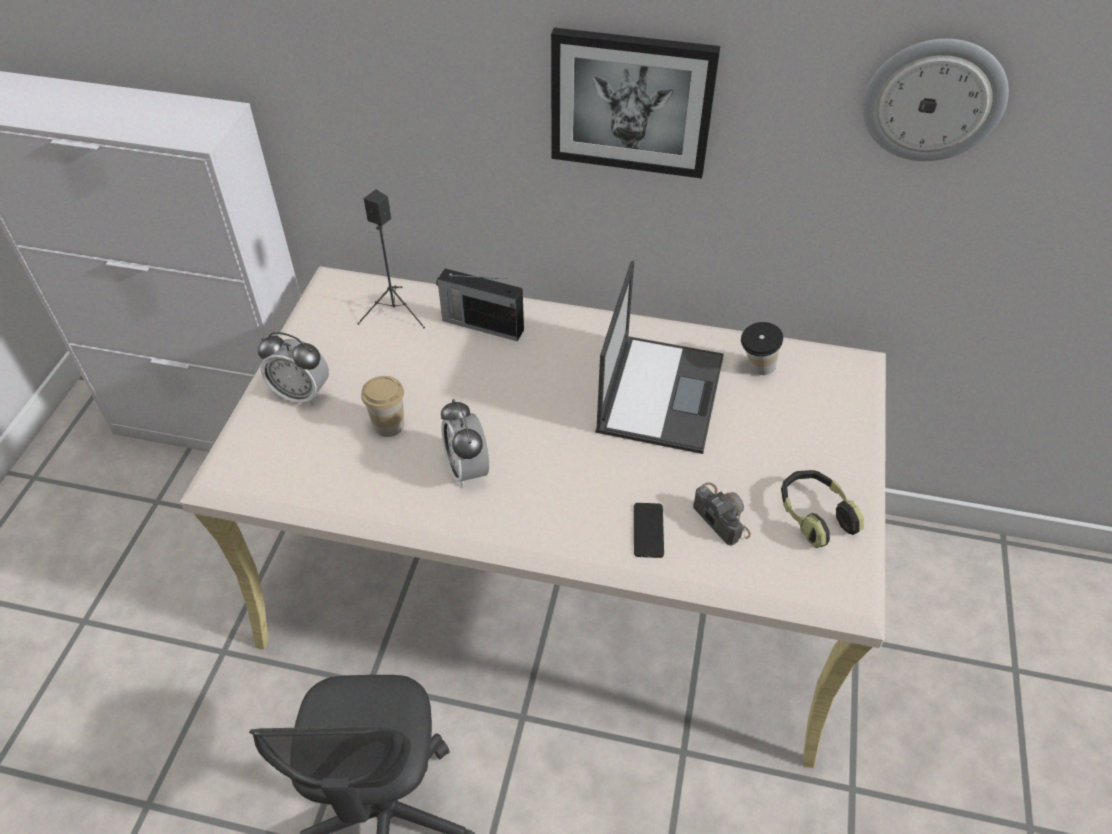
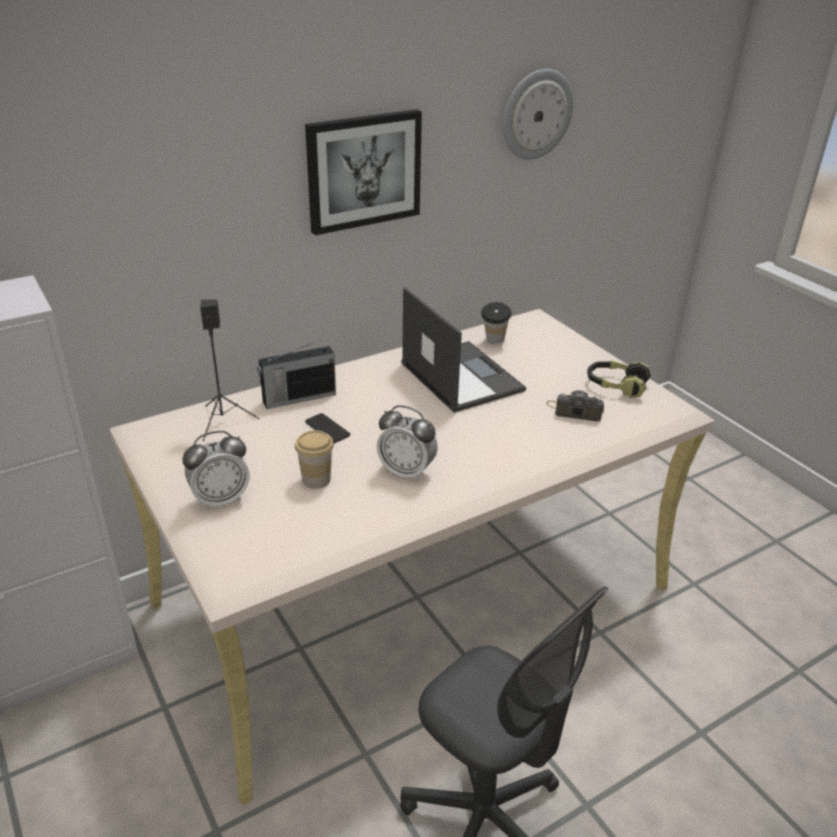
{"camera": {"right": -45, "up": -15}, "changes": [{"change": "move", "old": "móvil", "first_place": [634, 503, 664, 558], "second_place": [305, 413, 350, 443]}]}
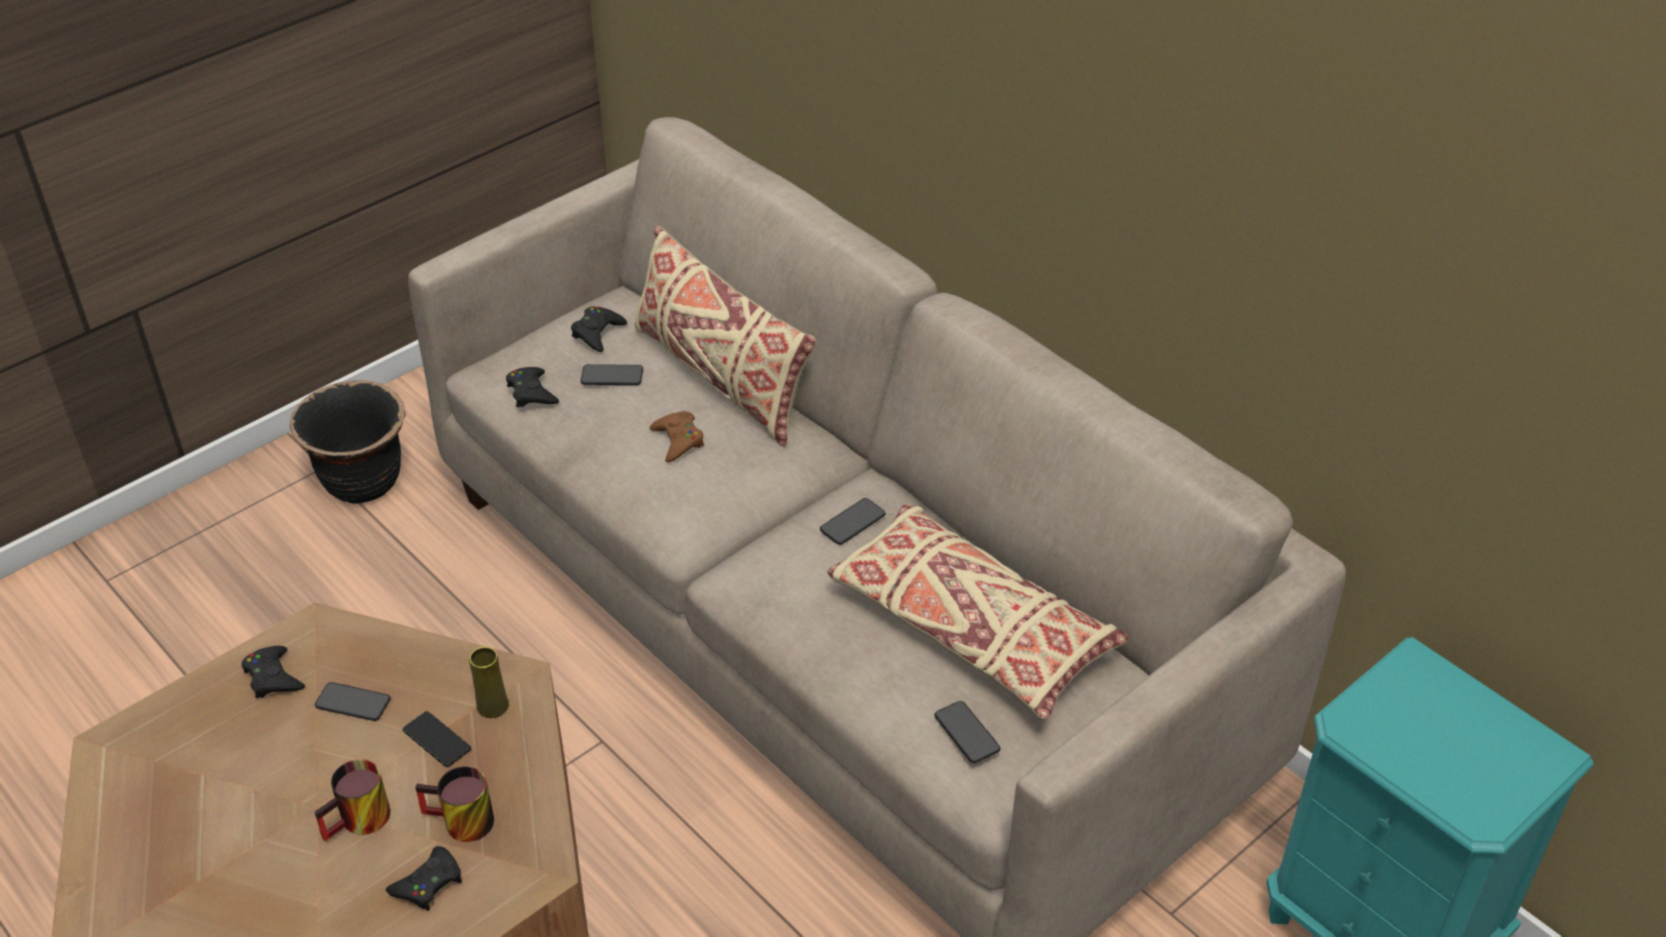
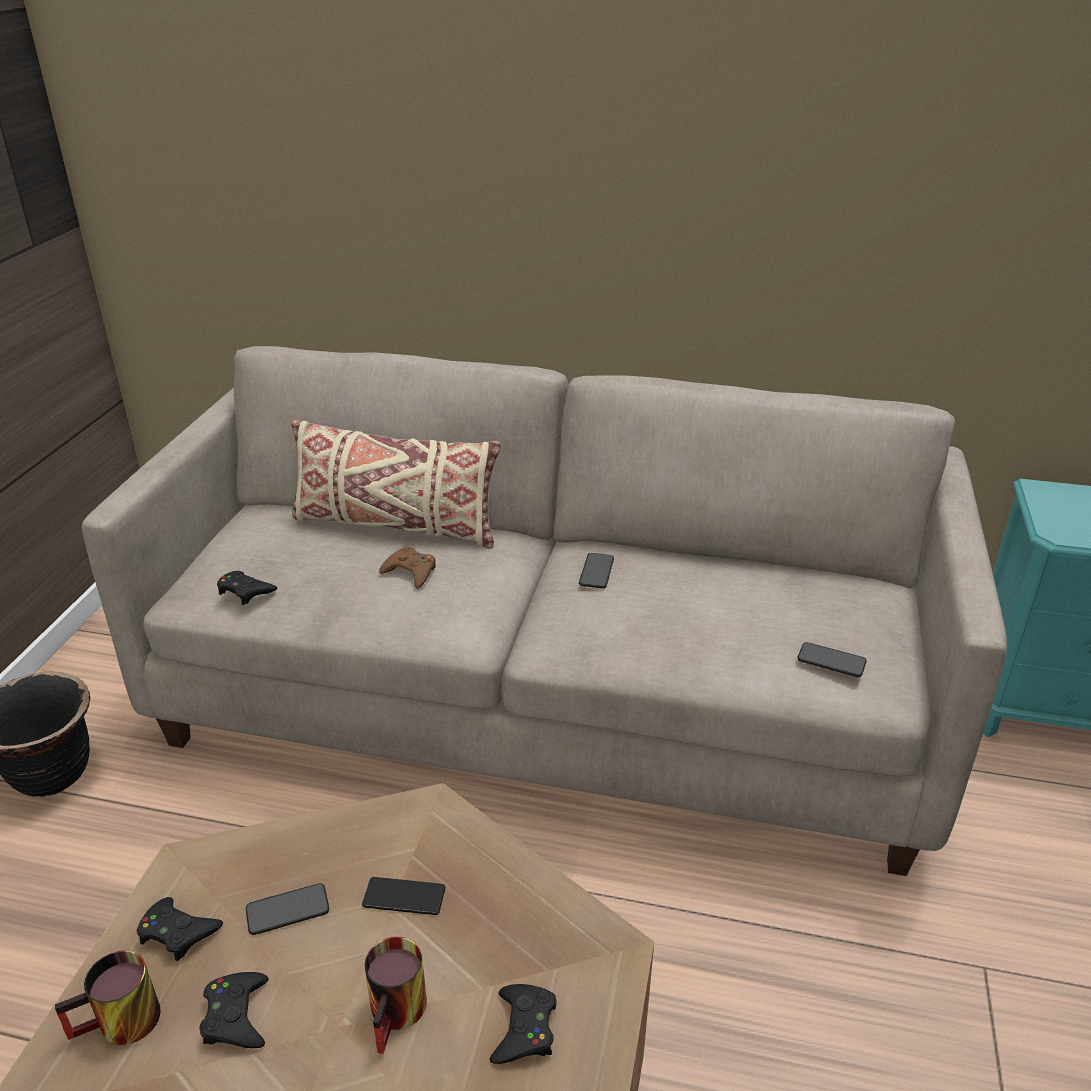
{"camera": {"right": -35, "up": -10}, "changes": [{"change": "delete", "old": "florero (amarillo)", "first_place": [469, 647, 509, 718]}, {"change": "delete", "old": "móvil", "first_place": [581, 364, 643, 385]}, {"change": "delete", "old": "cojín (beis)", "first_place": [828, 504, 1129, 719]}, {"change": "move", "old": "taza grande", "first_place": [415, 766, 494, 842], "second_place": [55, 950, 161, 1045]}, {"change": "move", "old": "mando de consola (negro)", "first_place": [571, 306, 627, 352], "second_place": [199, 972, 269, 1048]}]}
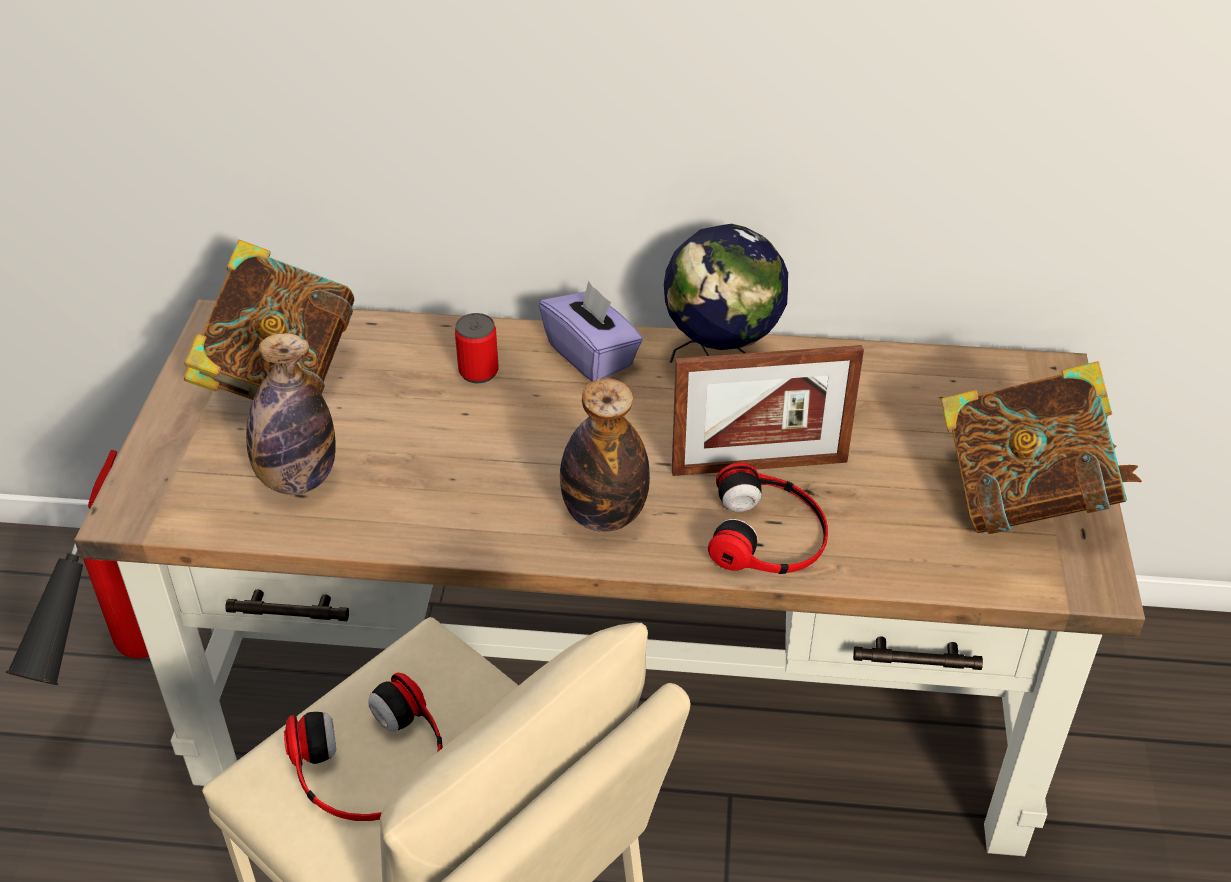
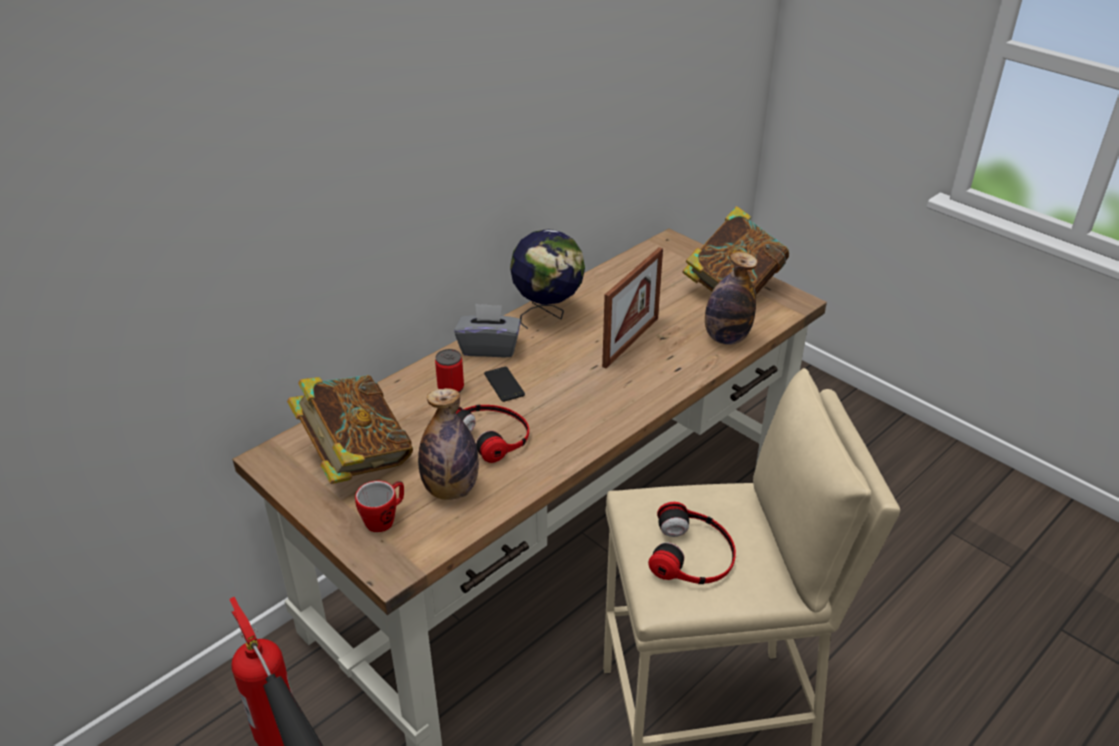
{"camera": {"right": -50, "up": -5}, "changes": [{"change": "insert", "new": "taza grande", "second_place": [355, 481, 404, 532]}, {"change": "insert", "new": "móvil", "second_place": [484, 367, 525, 402]}, {"change": "move", "old": "botella", "first_place": [560, 378, 650, 532], "second_place": [705, 252, 758, 345]}, {"change": "move", "old": "auriculares", "first_place": [708, 463, 828, 574], "second_place": [456, 405, 529, 463]}, {"change": "recolor", "old": "caja de pañuelos (morado)", "new": "caja de pañuelos (gris)", "first_place": [539, 281, 643, 381], "second_place": [454, 304, 521, 357]}]}
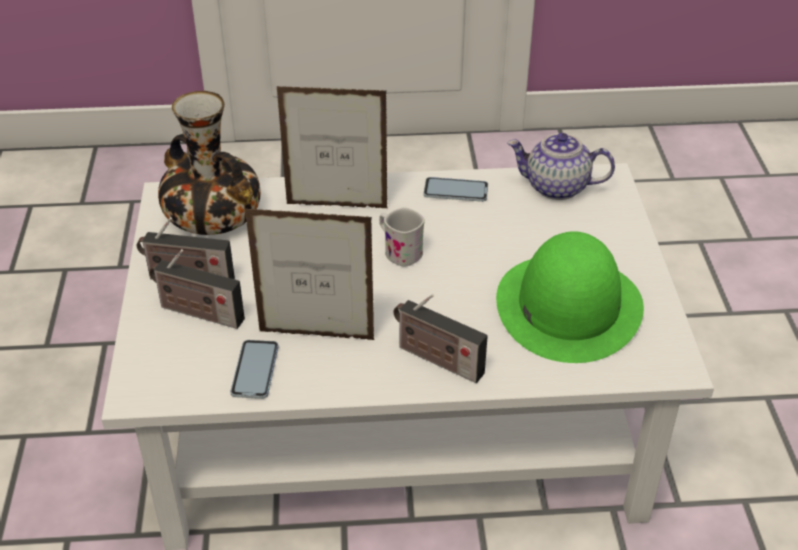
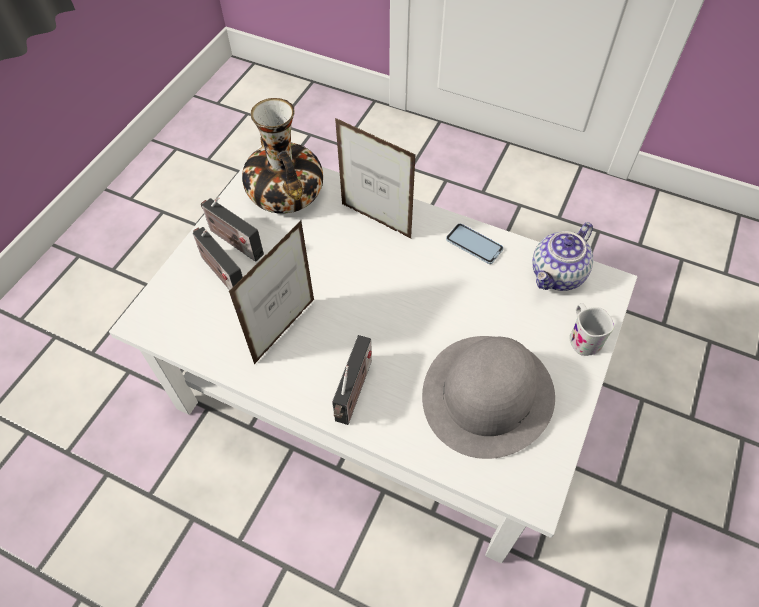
{"camera": {"right": 30, "up": 15}, "changes": [{"change": "delete", "old": "móvil", "first_place": [230, 340, 279, 399]}, {"change": "move", "old": "taza grande (blanco)", "first_place": [379, 207, 425, 267], "second_place": [569, 303, 614, 356]}, {"change": "recolor", "old": "sombrero (verde)", "new": "sombrero (gris)", "first_place": [496, 231, 644, 363], "second_place": [422, 336, 555, 459]}, {"change": "rotate", "old": "portarretratos", "first_place": [245, 208, 375, 340], "second_place": [229, 219, 314, 364], "degrees": -90}, {"change": "rotate", "old": "radio", "first_place": [393, 294, 488, 383], "second_place": [332, 335, 372, 425], "degrees": -135}, {"change": "rotate", "old": "tetera", "first_place": [507, 133, 615, 200], "second_place": [532, 222, 593, 291], "degrees": -90}]}
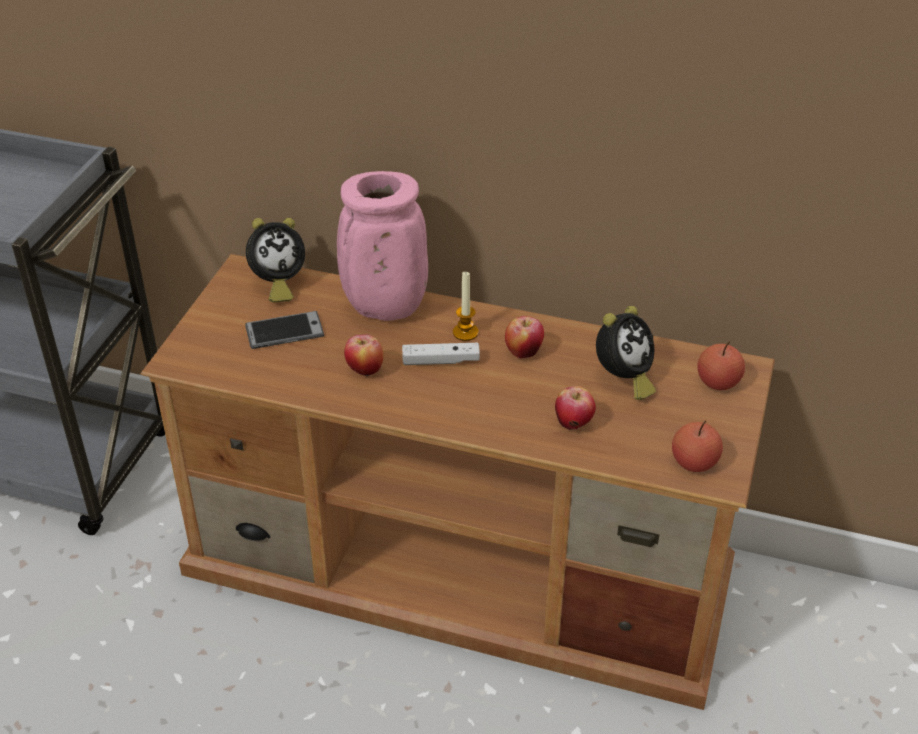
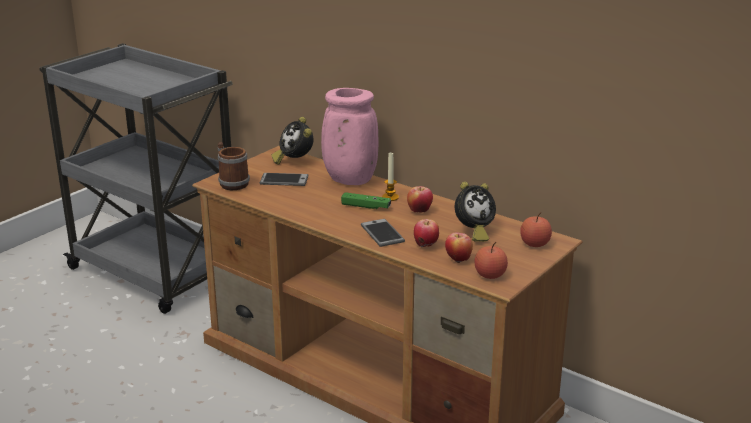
{"camera": {"right": 20, "up": -15}, "changes": [{"change": "insert", "new": "taza grande", "second_place": [217, 142, 250, 190]}, {"change": "insert", "new": "móvil", "second_place": [361, 219, 405, 247]}, {"change": "move", "old": "manzana", "first_place": [344, 335, 383, 376], "second_place": [445, 232, 473, 263]}, {"change": "recolor", "old": "mando de consola (blanco)", "new": "mando de consola (verde)", "first_place": [402, 343, 480, 365], "second_place": [341, 192, 391, 209]}, {"change": "rotate", "old": "despertador", "first_place": [246, 218, 305, 302], "second_place": [272, 117, 314, 165], "degrees": 75}]}
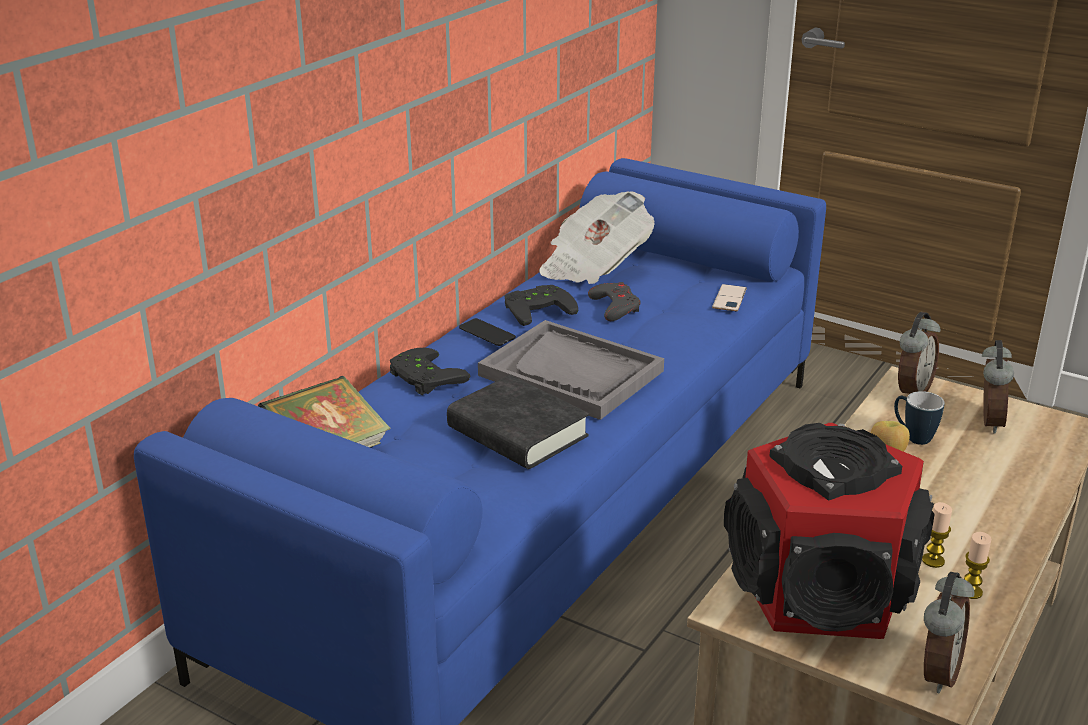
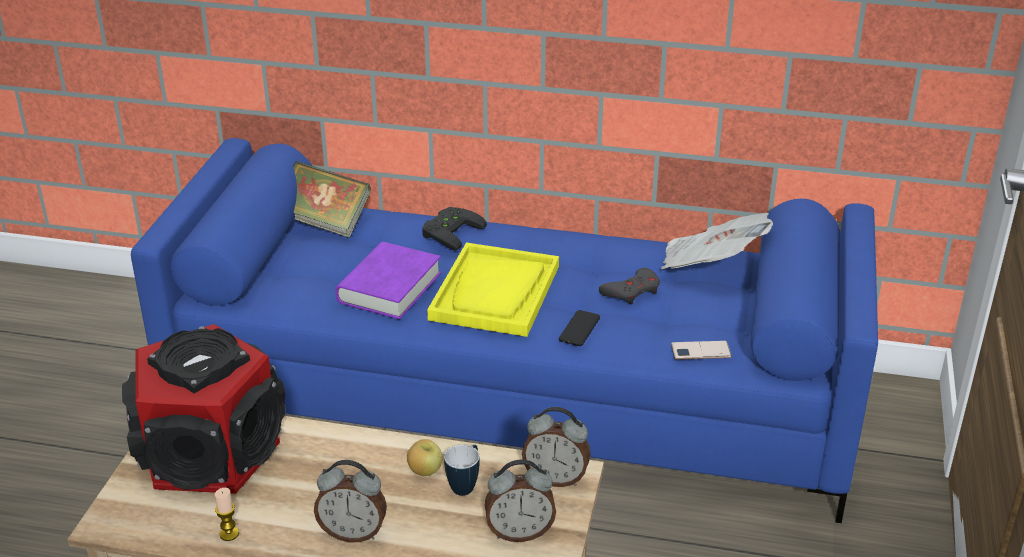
{"camera": {"right": 70, "up": 5}, "changes": [{"change": "delete", "old": "mando de consola (negro)", "first_place": [504, 285, 578, 326]}, {"change": "delete", "old": "vela", "first_place": [922, 502, 952, 568]}, {"change": "move", "old": "móvil", "first_place": [459, 318, 516, 346], "second_place": [559, 310, 600, 346]}, {"change": "move", "old": "despertador", "first_place": [924, 572, 974, 694], "second_place": [314, 460, 387, 542]}, {"change": "recolor", "old": "libro (negro)", "new": "libro (morado)", "first_place": [447, 375, 589, 469], "second_place": [335, 242, 441, 320]}, {"change": "recolor", "old": "bandeja (gris)", "new": "bandeja (amarillo)", "first_place": [478, 320, 664, 420], "second_place": [427, 243, 559, 337]}]}
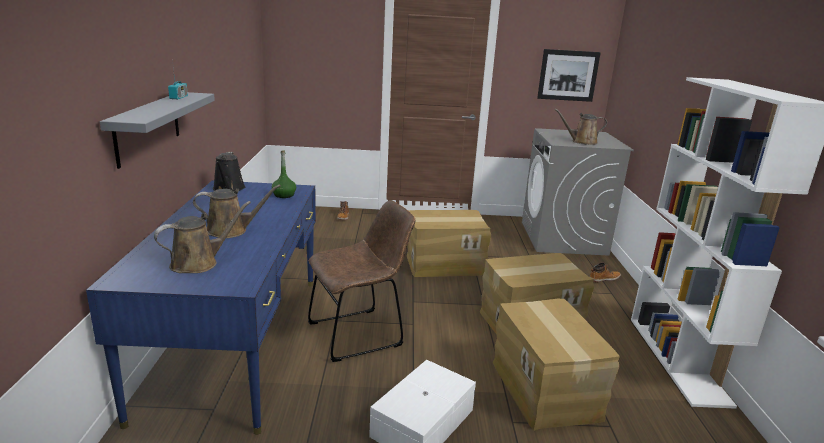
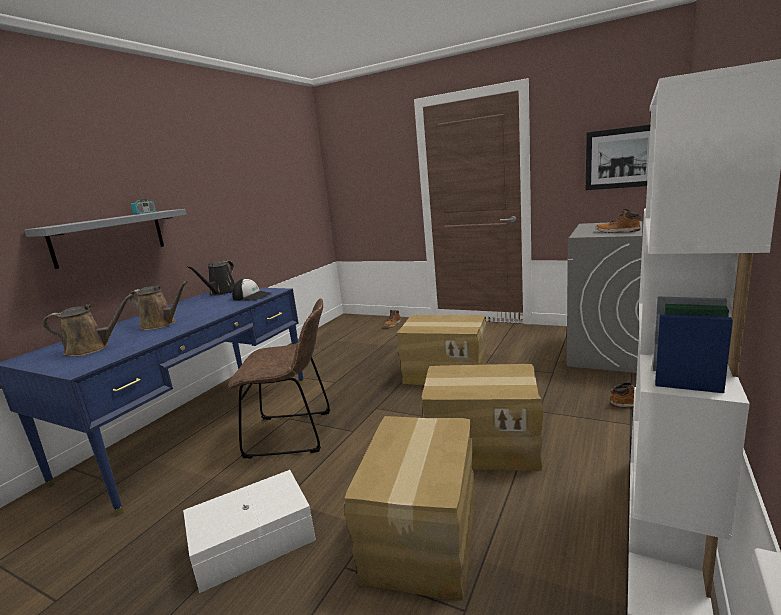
{"camera": {"right": 30, "up": -5}, "changes": [{"change": "replace", "old": "botella (verde)", "new": "gorra", "first_place": [272, 151, 296, 198], "second_place": [232, 279, 271, 301]}, {"change": "replace", "old": "regadera (marrón)", "new": "bota", "first_place": [554, 109, 607, 145], "second_place": [595, 209, 641, 233]}]}
